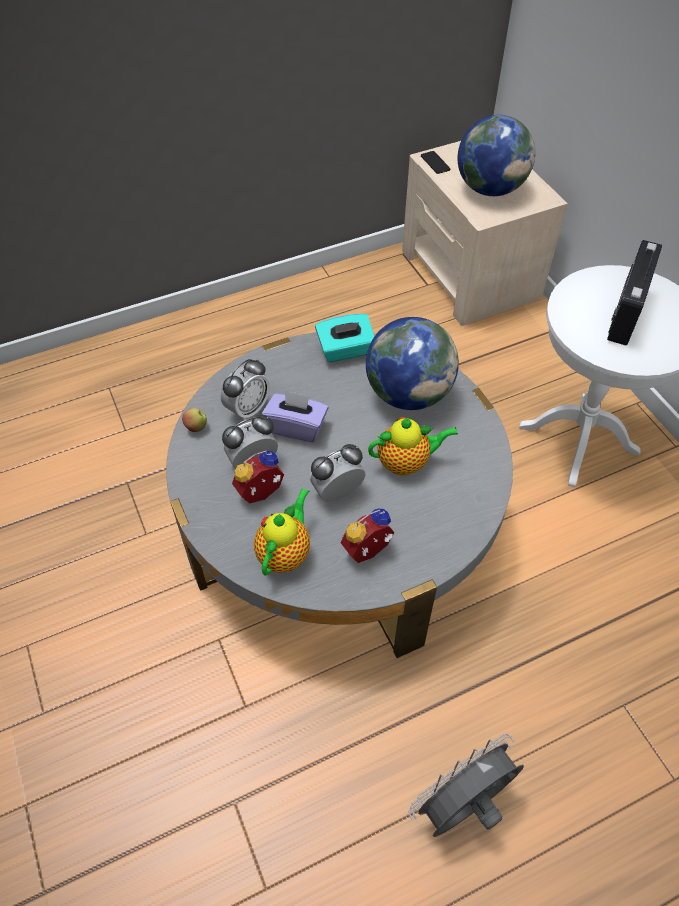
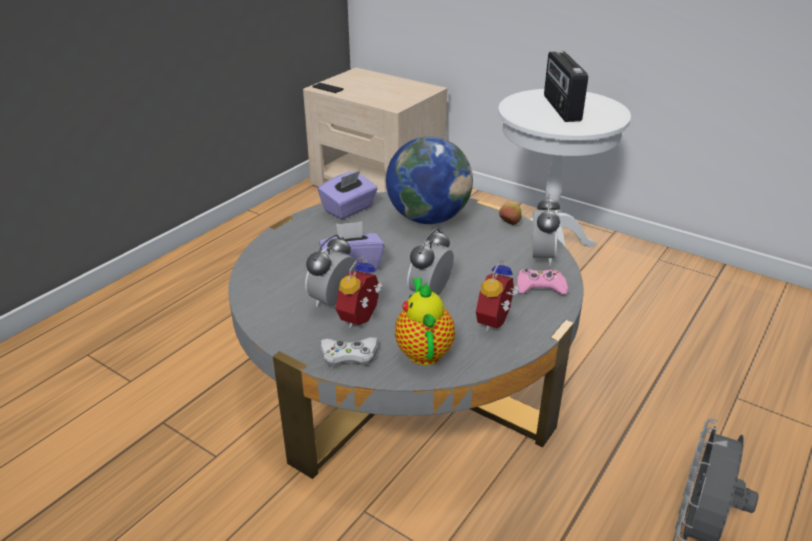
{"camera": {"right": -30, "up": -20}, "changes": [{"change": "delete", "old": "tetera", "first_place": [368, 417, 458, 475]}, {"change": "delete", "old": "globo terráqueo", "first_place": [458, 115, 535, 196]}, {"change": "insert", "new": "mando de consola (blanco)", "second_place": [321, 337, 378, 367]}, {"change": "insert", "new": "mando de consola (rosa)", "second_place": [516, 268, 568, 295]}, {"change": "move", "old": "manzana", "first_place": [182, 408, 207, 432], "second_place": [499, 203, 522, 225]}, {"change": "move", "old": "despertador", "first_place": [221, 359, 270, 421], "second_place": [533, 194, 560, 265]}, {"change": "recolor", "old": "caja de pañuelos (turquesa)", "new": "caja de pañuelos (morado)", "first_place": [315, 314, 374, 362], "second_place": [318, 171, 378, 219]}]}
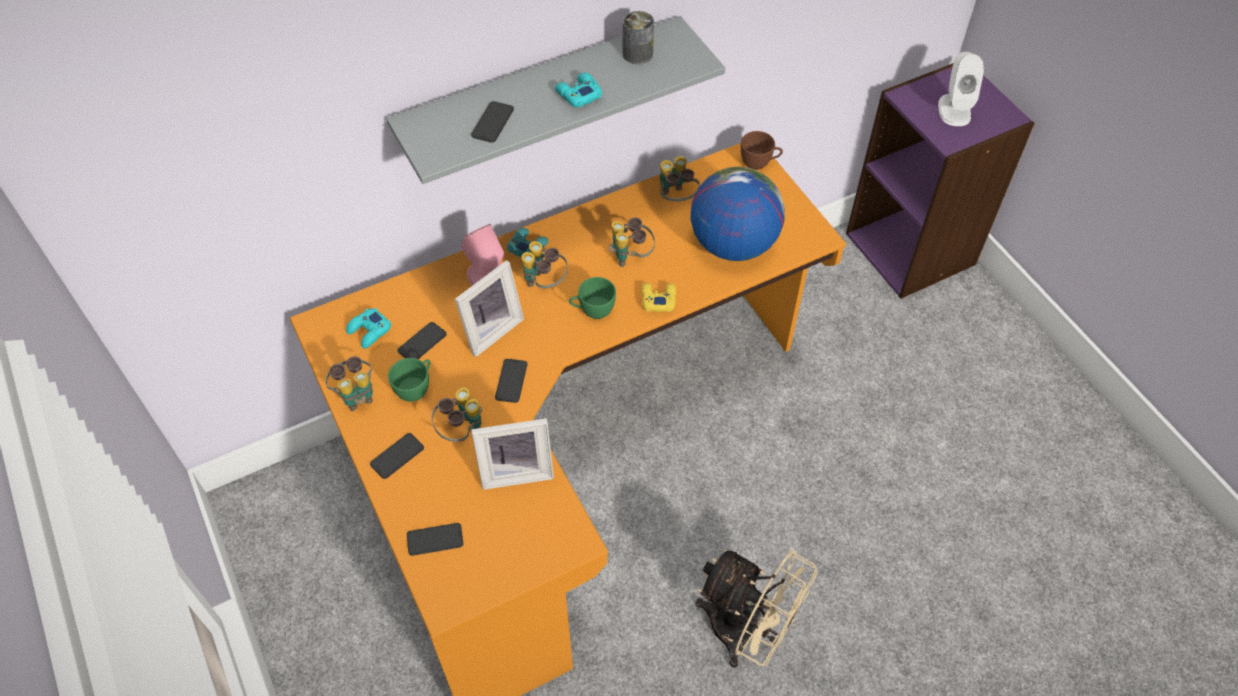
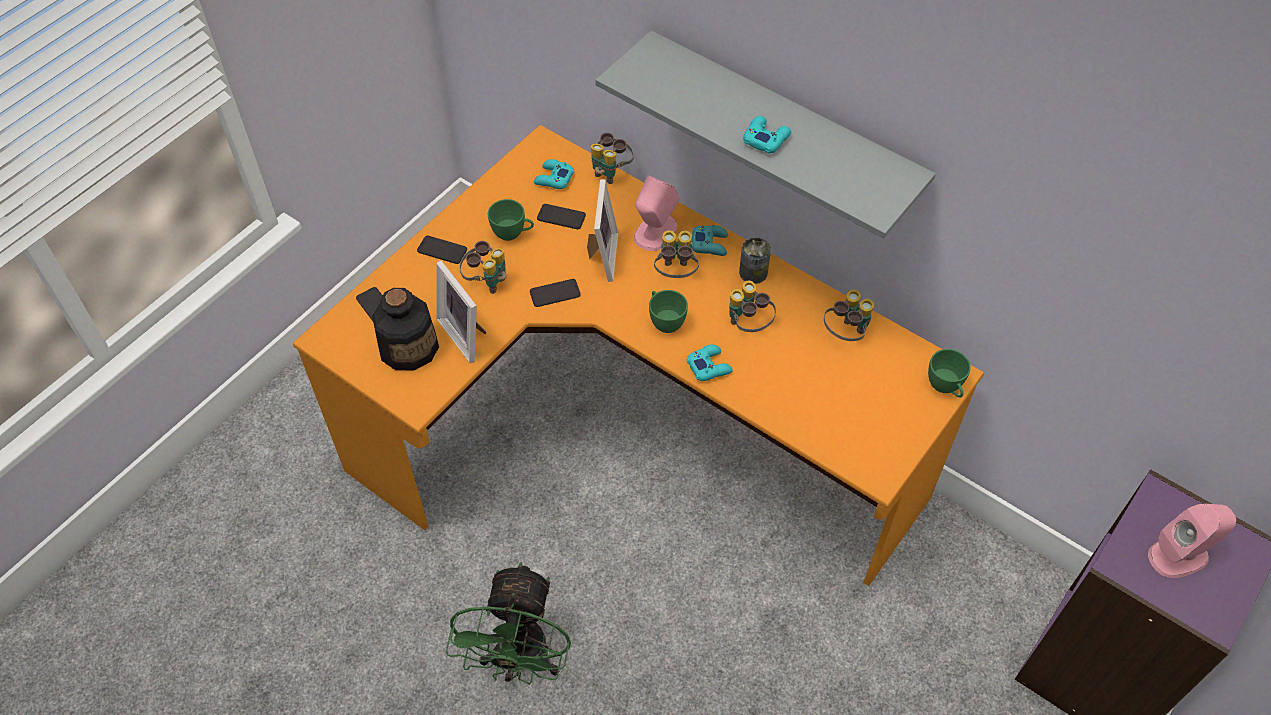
{"camera": {"right": 65, "up": 0}, "changes": [{"change": "delete", "old": "móvil", "first_place": [471, 101, 514, 143]}, {"change": "delete", "old": "globo terráqueo", "first_place": [691, 166, 785, 261]}, {"change": "insert", "new": "botella", "second_place": [372, 288, 439, 371]}, {"change": "move", "old": "prismáticos", "first_place": [325, 356, 373, 411], "second_place": [591, 133, 633, 184]}, {"change": "move", "old": "lata", "first_place": [623, 11, 654, 64], "second_place": [739, 237, 771, 284]}, {"change": "recolor", "old": "mando de consola (amarillo)", "new": "mando de consola (turquesa)", "first_place": [642, 283, 676, 312], "second_place": [686, 344, 733, 381]}, {"change": "recolor", "old": "ventilador (beis)", "new": "ventilador (verde)", "first_place": [695, 549, 818, 668], "second_place": [446, 562, 571, 685]}, {"change": "recolor", "old": "taza (marrón)", "new": "taza (verde)", "first_place": [741, 131, 783, 170], "second_place": [928, 349, 971, 397]}, {"change": "recolor", "old": "altavoz (blanco)", "new": "altavoz (rosa)", "first_place": [938, 52, 984, 126], "second_place": [1148, 503, 1236, 578]}, {"change": "rotate", "old": "portarretratos", "first_place": [455, 260, 524, 357], "second_place": [587, 179, 618, 282], "degrees": -105}]}
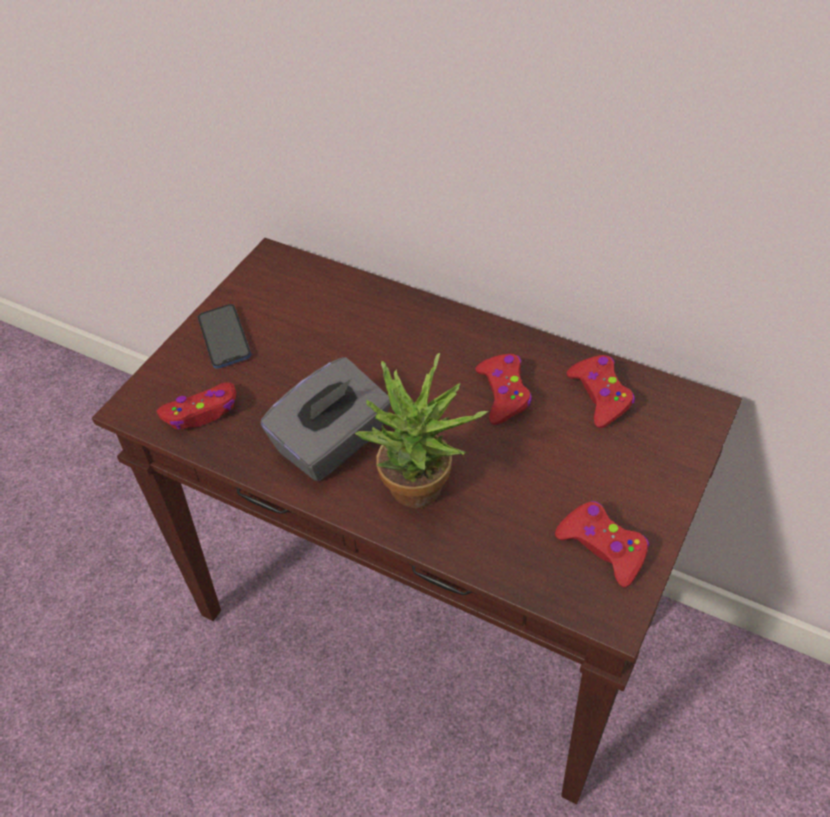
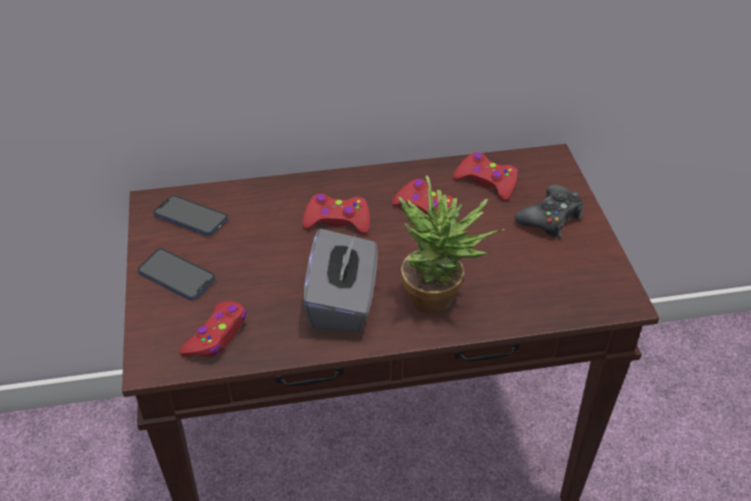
{"camera": {"right": -40, "up": -5}, "changes": [{"change": "insert", "new": "móvil", "second_place": [153, 195, 228, 236]}, {"change": "insert", "new": "mando de consola (negro)", "second_place": [514, 185, 584, 238]}, {"change": "move", "old": "mando de consola (rojo)", "first_place": [555, 501, 650, 587], "second_place": [302, 194, 370, 234]}]}
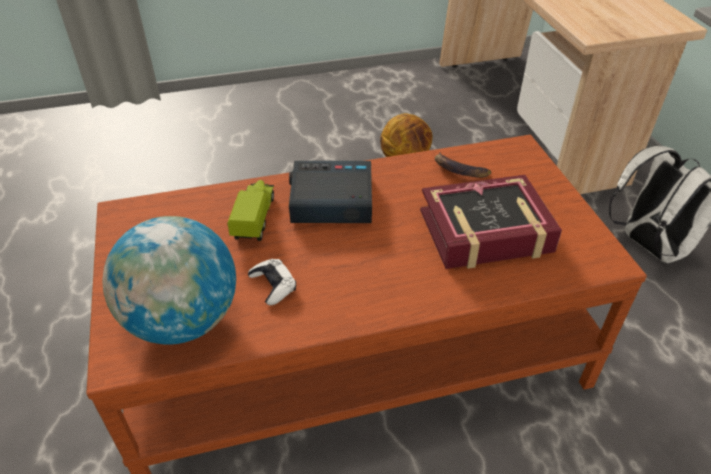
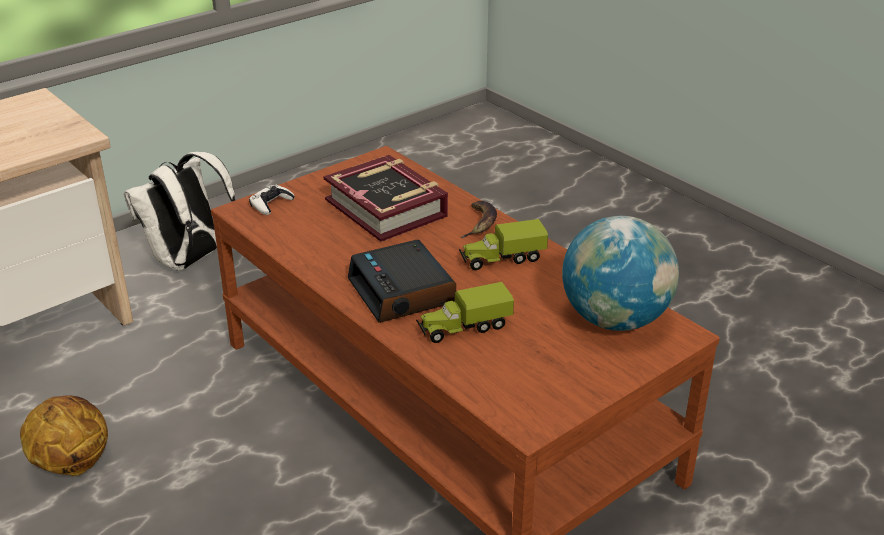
{"camera": {"right": -115, "up": -10}, "changes": [{"change": "insert", "new": "camión de juguete", "second_place": [459, 219, 548, 270]}, {"change": "move", "old": "mando de consola (blanco)", "first_place": [248, 259, 296, 305], "second_place": [249, 184, 294, 215]}, {"change": "move", "old": "plátano", "first_place": [435, 153, 491, 178], "second_place": [460, 201, 497, 238]}]}
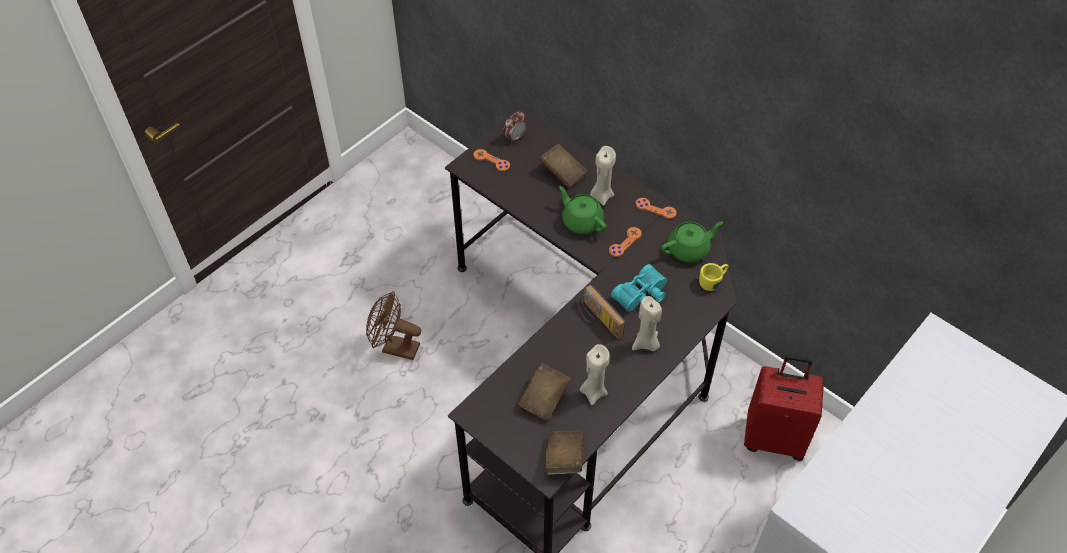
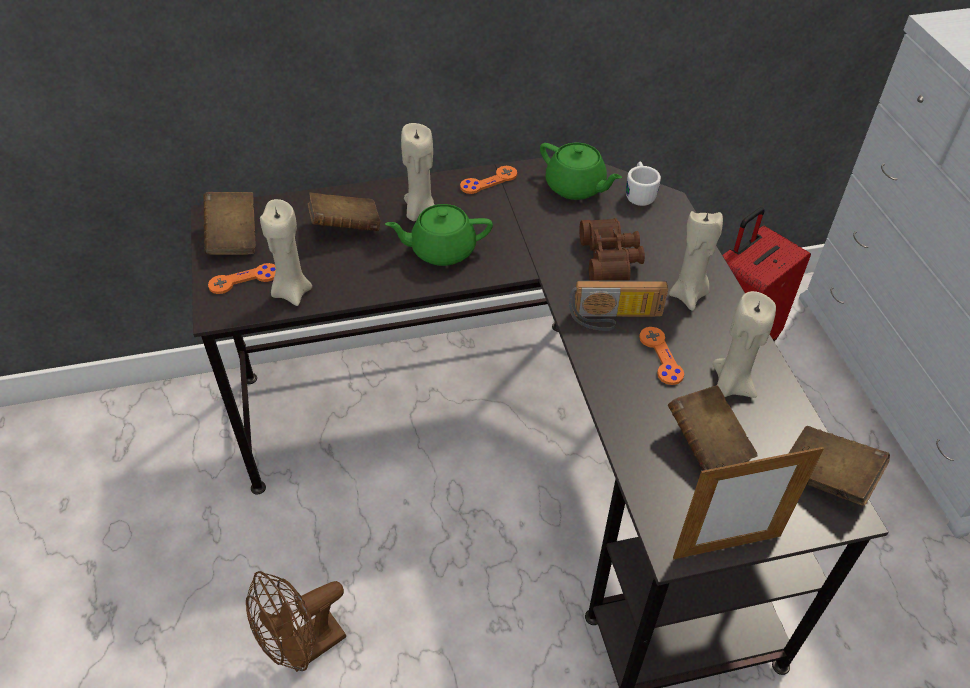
{"camera": {"right": -55, "up": -5}, "changes": [{"change": "insert", "new": "vela (beis)", "second_place": [260, 199, 312, 306]}, {"change": "insert", "new": "portarretratos", "second_place": [673, 446, 824, 559]}, {"change": "move", "old": "mando de consola (naranja)", "first_place": [609, 227, 642, 257], "second_place": [639, 327, 684, 385]}, {"change": "replace", "old": "despertador", "new": "libro (marrón)", "first_place": [503, 112, 526, 143], "second_place": [203, 192, 256, 255]}, {"change": "recolor", "old": "prismáticos (turquesa)", "new": "prismáticos (marrón)", "first_place": [611, 264, 667, 312], "second_place": [580, 218, 645, 281]}, {"change": "recolor", "old": "taza grande (amarillo)", "new": "taza grande (blanco)", "first_place": [699, 263, 729, 291], "second_place": [626, 162, 661, 206]}, {"change": "rotate", "old": "tetera (verde)", "first_place": [661, 222, 723, 263], "second_place": [540, 142, 622, 200], "degrees": 120}]}
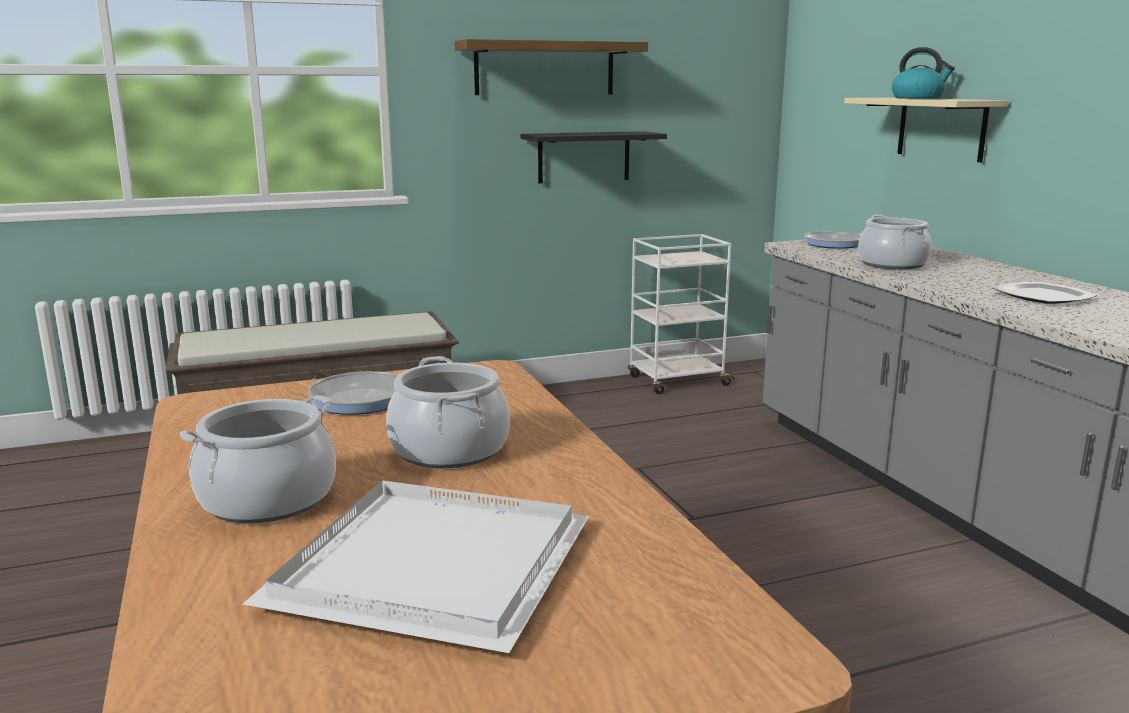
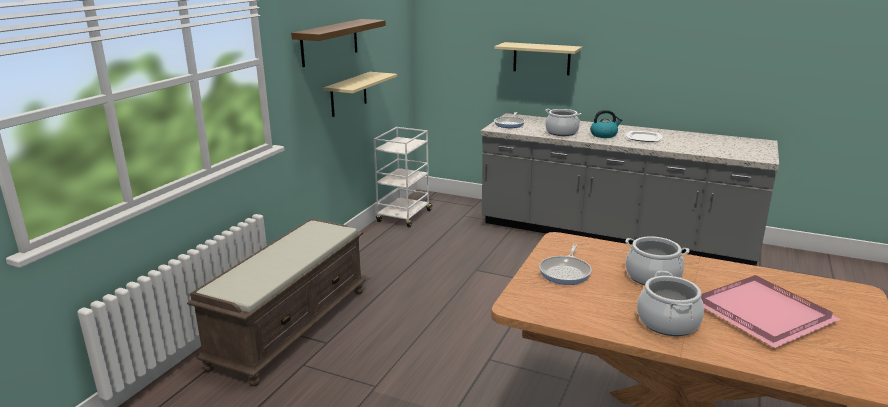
{"camera": {"right": -45, "up": 5}, "changes": [{"change": "move", "old": "hervidor", "first_place": [892, 47, 955, 99], "second_place": [590, 110, 622, 138]}, {"change": "recolor", "old": "bandeja (blanco)", "new": "bandeja (rosa)", "first_place": [243, 480, 589, 653], "second_place": [701, 275, 841, 348]}, {"change": "recolor", "old": "estante (negro)", "new": "estante (beis)", "first_place": [521, 131, 667, 183], "second_place": [323, 72, 397, 117]}]}
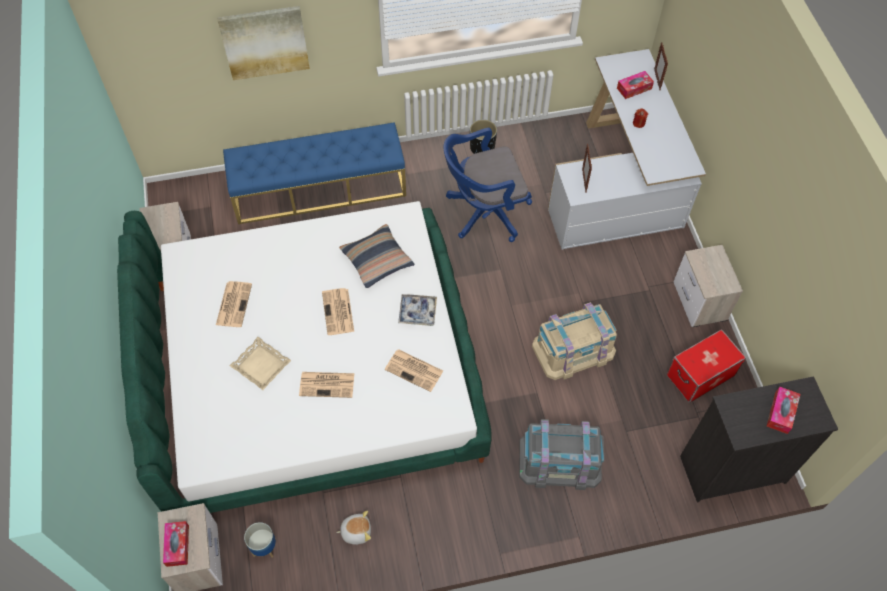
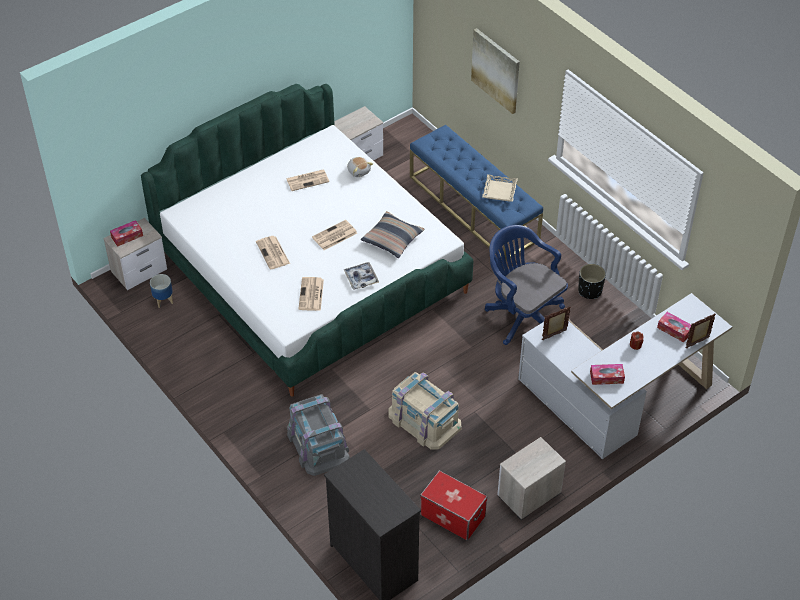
{"camera": {"right": 65, "up": -10}, "changes": [{"change": "move", "old": "bandeja (beis)", "first_place": [230, 337, 291, 390], "second_place": [482, 174, 518, 202]}, {"change": "move", "old": "peluche", "first_place": [336, 511, 371, 545], "second_place": [347, 157, 373, 177]}, {"change": "move", "old": "caja de pañuelos", "first_place": [767, 387, 800, 434], "second_place": [590, 364, 625, 385]}]}
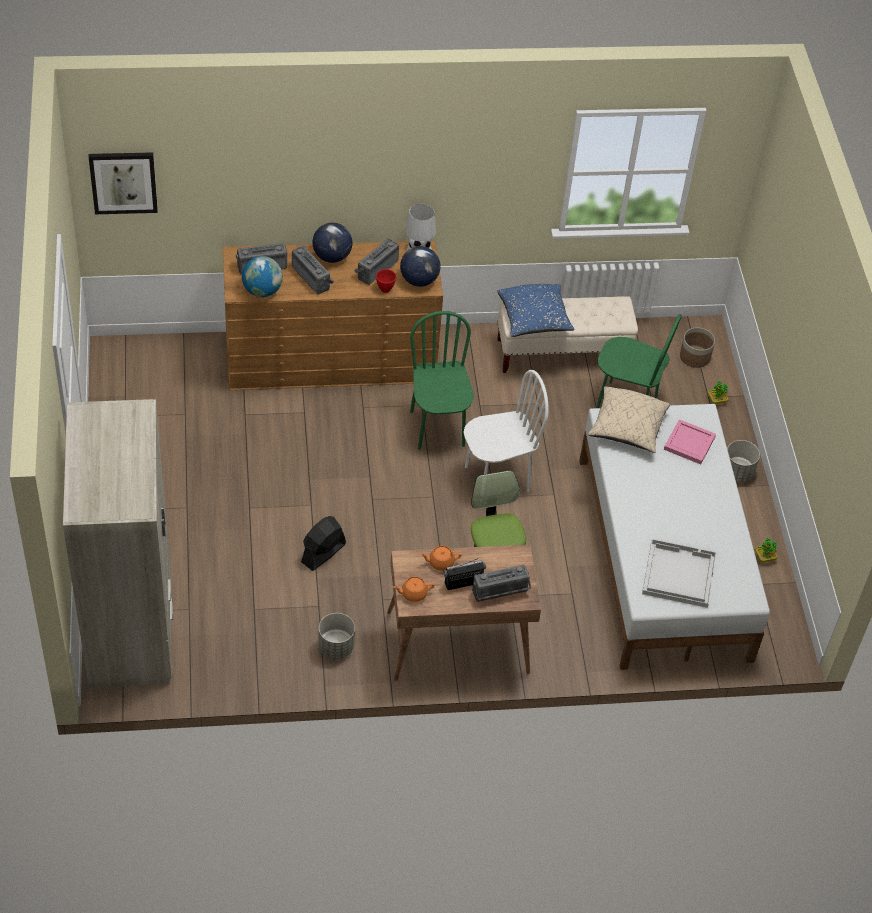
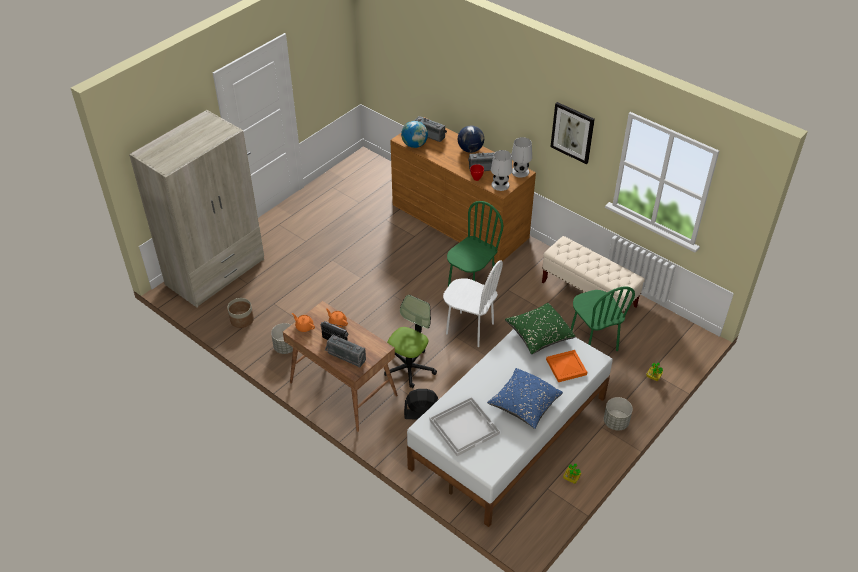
{"camera": {"right": 50, "up": -5}, "changes": [{"change": "delete", "old": "radio", "first_place": [292, 246, 334, 294]}, {"change": "move", "old": "cuadro", "first_place": [89, 152, 158, 214], "second_place": [550, 102, 595, 164]}, {"change": "move", "old": "ventilador (negro)", "first_place": [301, 516, 346, 571], "second_place": [404, 389, 439, 419]}, {"change": "move", "old": "cojín (azul)", "first_place": [497, 284, 575, 337], "second_place": [487, 368, 563, 429]}, {"change": "move", "old": "maceta", "first_place": [680, 328, 715, 368], "second_place": [227, 298, 254, 328]}, {"change": "replace", "old": "globo terráqueo", "new": "lámpara de mesa (blanco)", "first_place": [400, 246, 441, 287], "second_place": [491, 150, 512, 191]}, {"change": "recolor", "old": "cojín (beis)", "new": "cojín (verde)", "first_place": [588, 386, 670, 453], "second_place": [505, 303, 576, 354]}, {"change": "recolor", "old": "bandeja (rosa)", "new": "bandeja (naranja)", "first_place": [664, 419, 716, 464], "second_place": [546, 350, 587, 382]}]}
